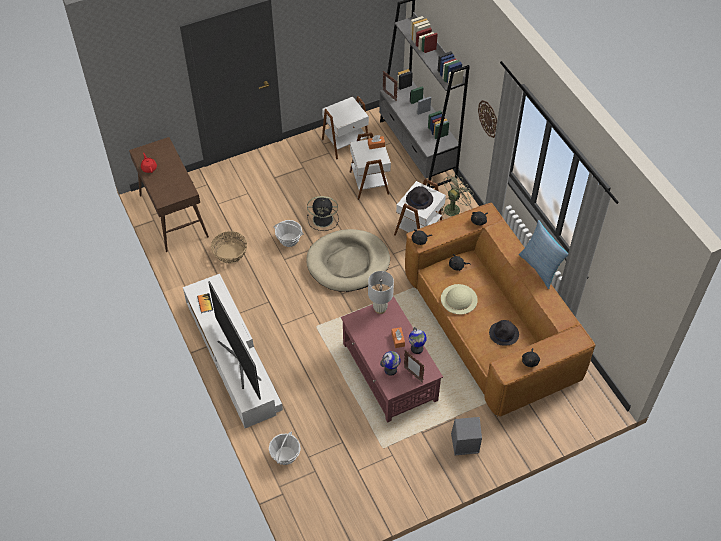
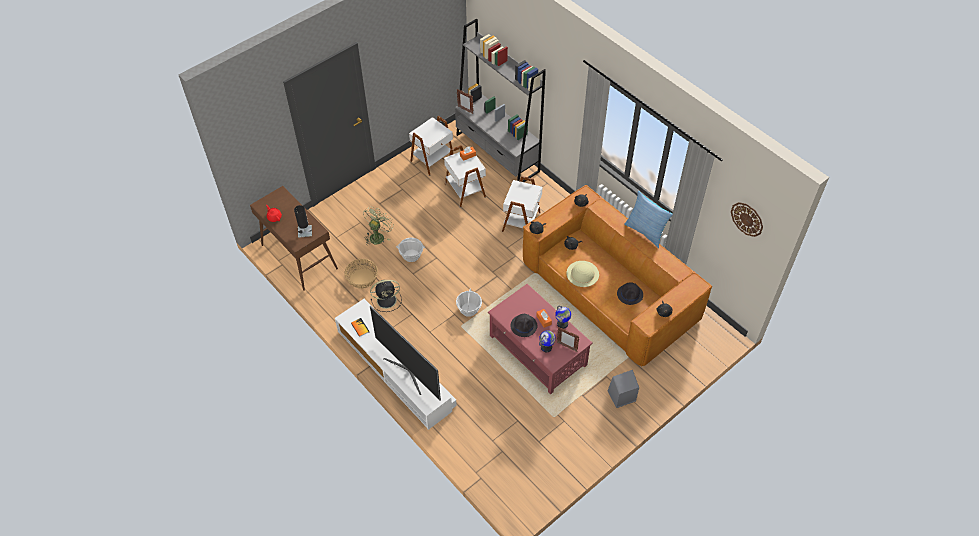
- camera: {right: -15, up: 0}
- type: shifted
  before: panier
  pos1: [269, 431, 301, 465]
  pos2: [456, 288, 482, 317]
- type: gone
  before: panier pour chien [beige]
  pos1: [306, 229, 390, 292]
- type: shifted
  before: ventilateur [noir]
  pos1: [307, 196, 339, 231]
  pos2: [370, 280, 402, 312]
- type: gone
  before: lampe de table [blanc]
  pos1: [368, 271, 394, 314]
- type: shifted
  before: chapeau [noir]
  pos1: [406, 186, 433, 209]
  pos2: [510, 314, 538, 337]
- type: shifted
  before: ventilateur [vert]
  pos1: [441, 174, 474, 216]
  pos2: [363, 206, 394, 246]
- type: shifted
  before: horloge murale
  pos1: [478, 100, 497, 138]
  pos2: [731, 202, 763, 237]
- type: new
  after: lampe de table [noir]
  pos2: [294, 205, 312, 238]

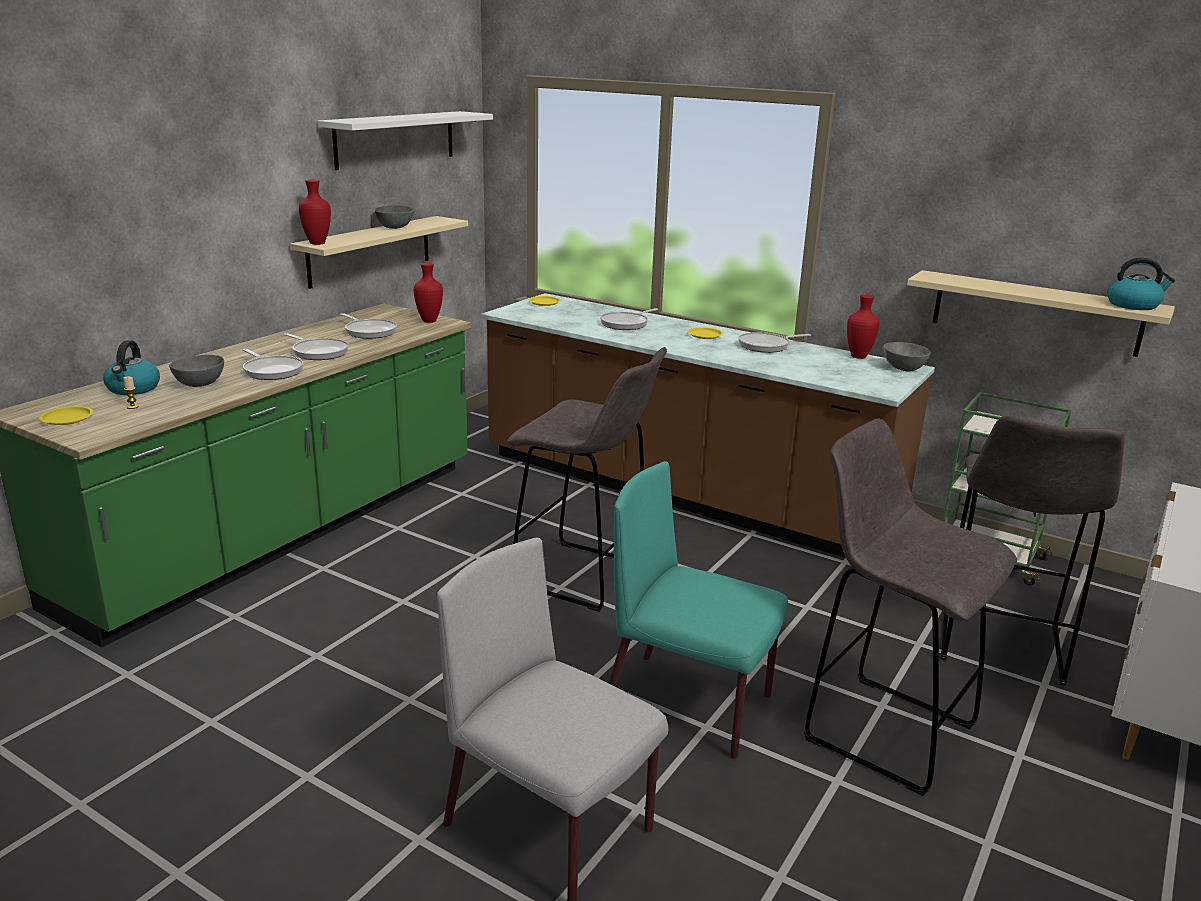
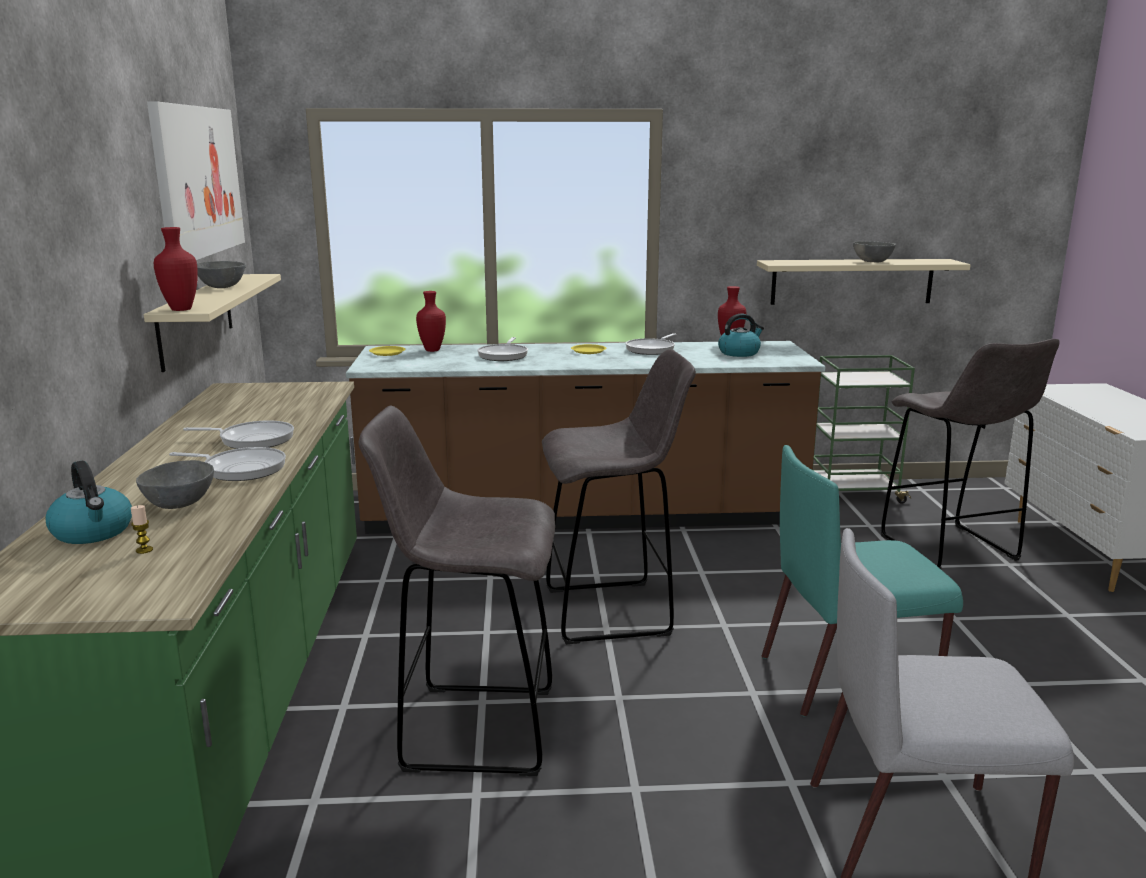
- camera: {right: -35, up: -5}
- type: gone
  before: assiette [jaune]
  pos1: [39, 406, 93, 425]
- type: swapped
  before: étagère [blanc]
  after: tableau
  pos1: [317, 111, 493, 170]
  pos2: [147, 101, 245, 260]
- type: gone
  before: poêle
  pos1: [340, 313, 397, 339]
- type: shifted
  before: vase [rouge]
  pos1: [414, 263, 443, 323]
  pos2: [416, 291, 446, 352]
- type: shifted
  before: tabouret [gris]
  pos1: [804, 418, 1017, 796]
  pos2: [359, 406, 555, 776]
- type: shifted
  before: bol [gris]
  pos1: [883, 342, 931, 371]
  pos2: [853, 241, 896, 262]
- type: shifted
  before: bouilloire
  pos1: [1108, 258, 1175, 310]
  pos2: [718, 314, 764, 357]

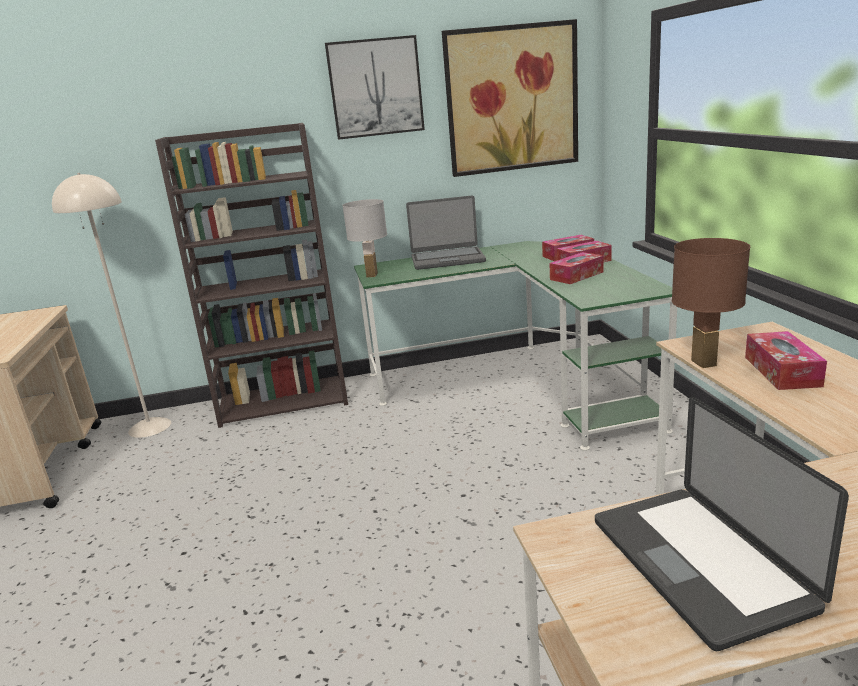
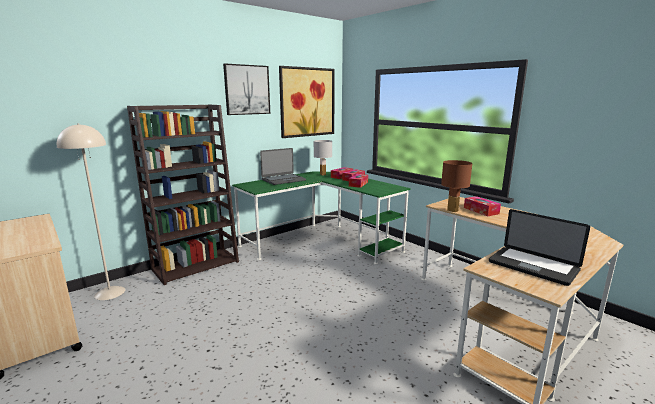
- camera: {right: -30, up: -5}
- type: shifted
  before: lampe de table [blanc]
  pos1: [342, 199, 387, 277]
  pos2: [314, 140, 332, 175]

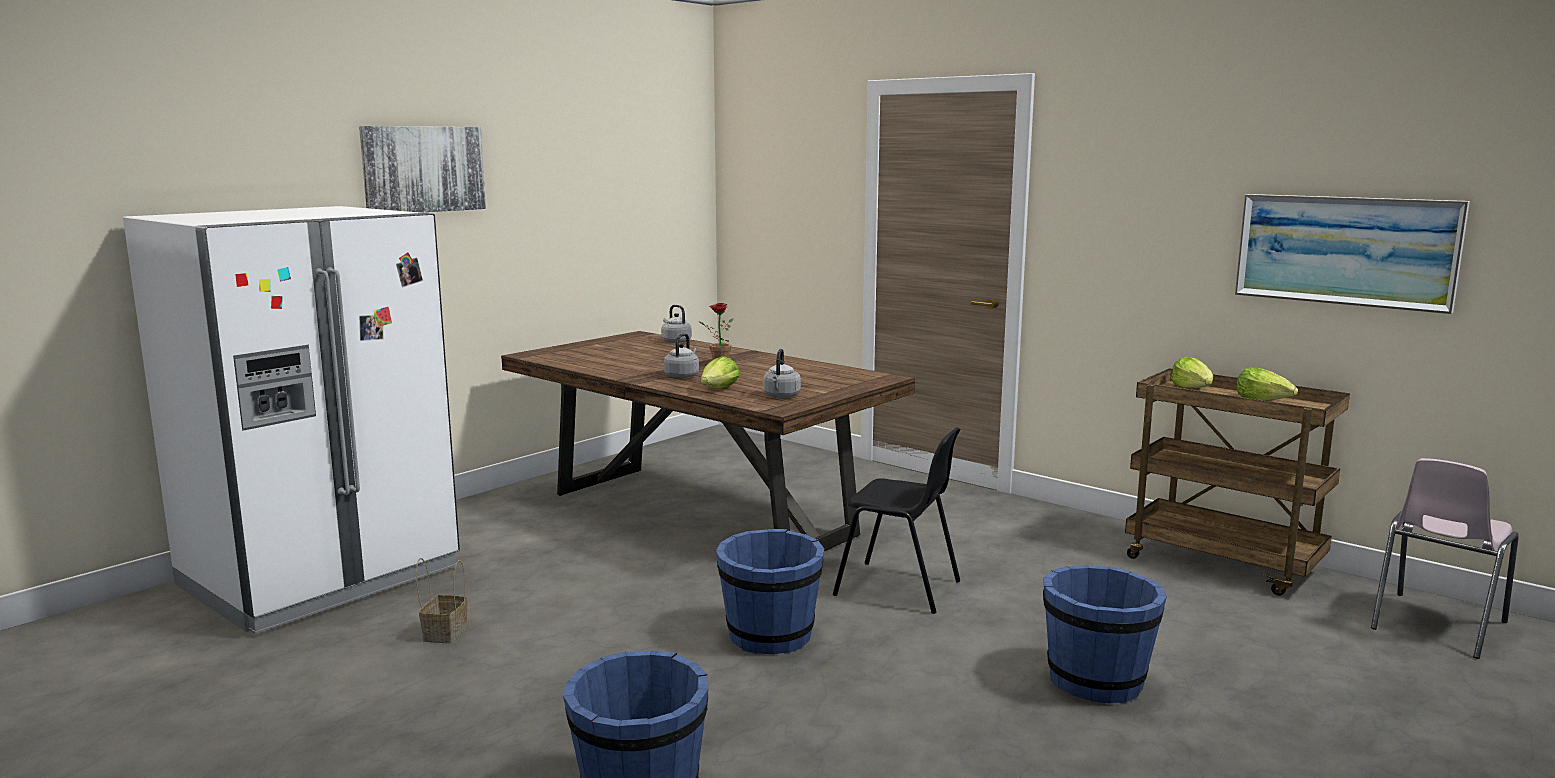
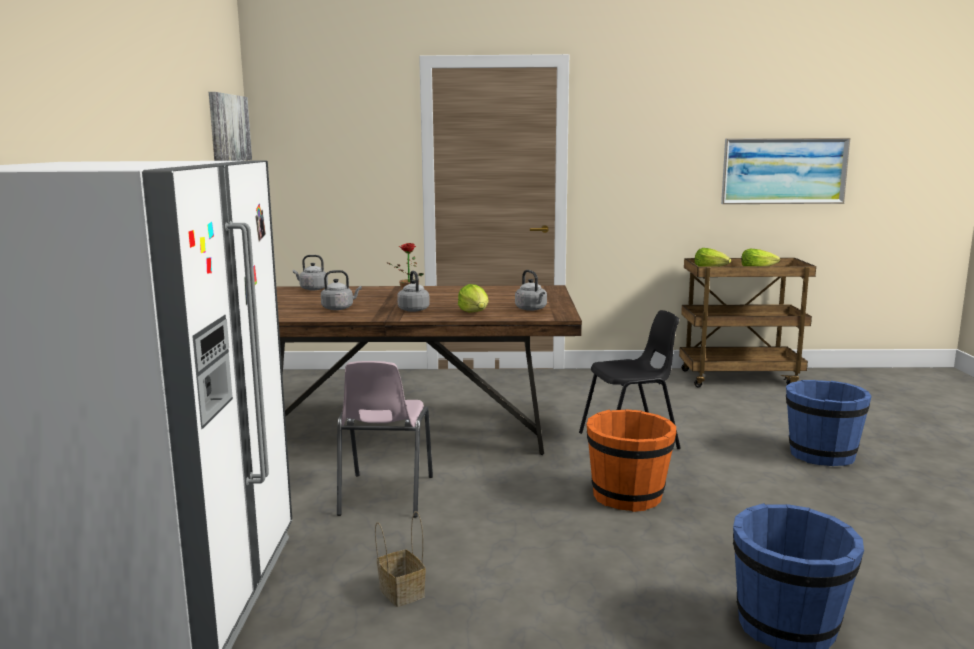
- camera: {right: -40, up: 0}
- type: shifted
  before: tableau
  pos1: [359, 126, 486, 213]
  pos2: [209, 92, 252, 161]
- type: repainted
  before: seau [bleu]
  after: seau [orange]
  pos1: [716, 529, 825, 654]
  pos2: [587, 409, 676, 512]
- type: shifted
  before: chaise [rose]
  pos1: [1371, 458, 1519, 659]
  pos2: [337, 361, 433, 518]
- type: new
  after: bouilloire [gris]
  pos2: [321, 270, 362, 310]

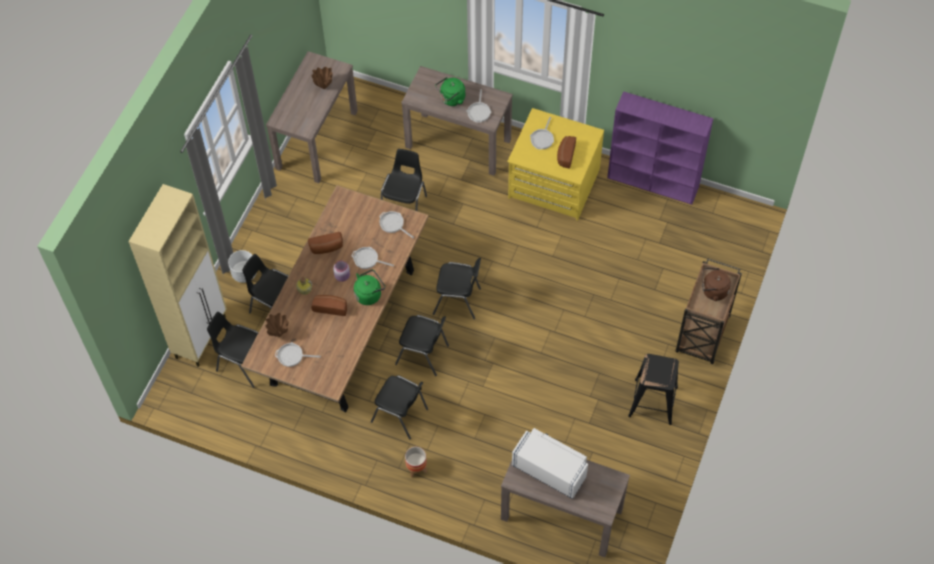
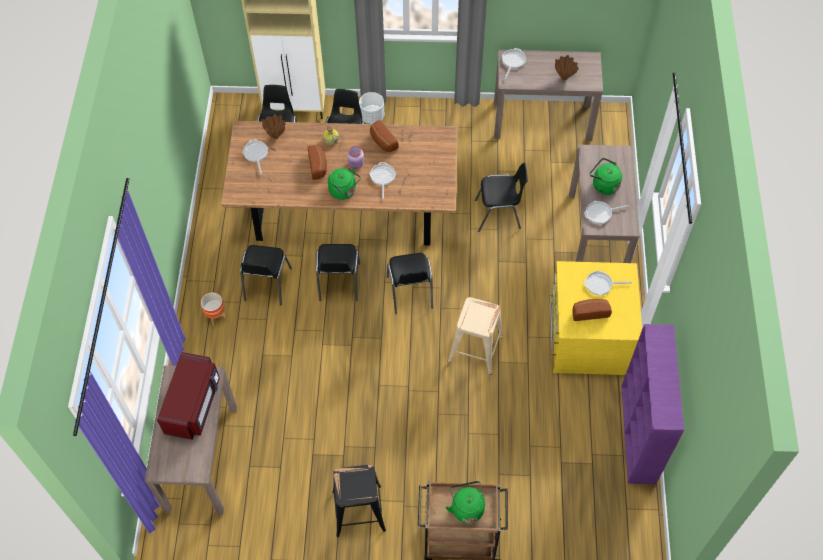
- camera: {right: 70, up: 0}
- type: shifted
  before: poêle
  pos1: [379, 211, 414, 238]
  pos2: [502, 48, 526, 80]
- type: repainted
  before: micro-ondes [blanc]
  after: micro-ondes [rouge]
  pos1: [512, 428, 588, 499]
  pos2: [157, 352, 220, 440]
- type: repainted
  before: bouilloire [marron]
  after: bouilloire [vert]
  pos1: [702, 268, 731, 301]
  pos2: [446, 481, 485, 523]
- type: new
  after: tabouret [beige]
  pos2: [448, 297, 503, 375]

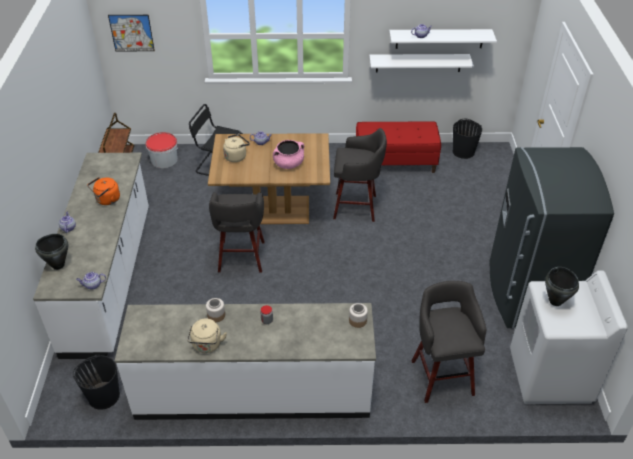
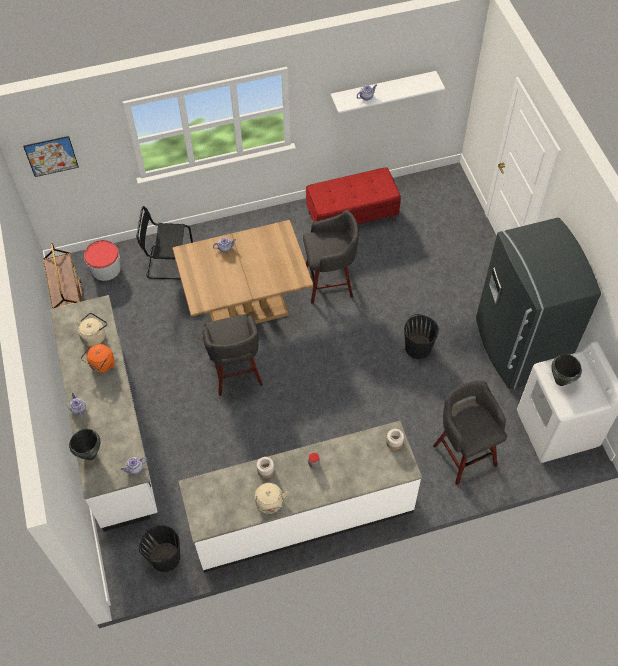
- camera: {right: -15, up: 15}
- type: shifted
  before: bouilloire [beige]
  pos1: [223, 134, 250, 162]
  pos2: [76, 313, 107, 346]
- type: gone
  before: marmite [rose]
  pos1: [273, 140, 304, 169]
- type: gone
  before: étagère [blanc]
  pos1: [369, 54, 474, 73]
- type: shifted
  before: seau [noir]
  pos1: [452, 119, 482, 159]
  pos2: [404, 314, 439, 359]

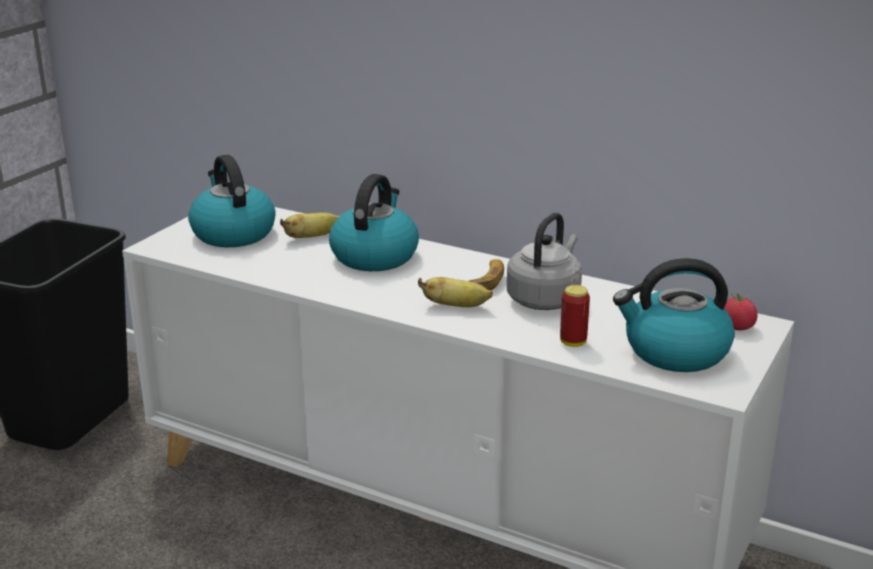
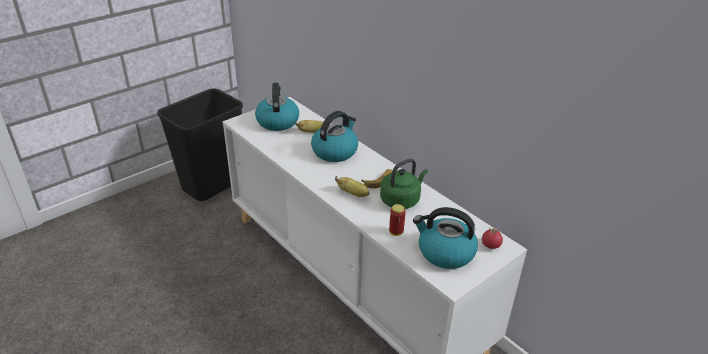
- camera: {right: 20, up: 10}
- type: repainted
  before: bouilloire [gris]
  after: bouilloire [vert]
  pos1: [507, 213, 582, 310]
  pos2: [380, 159, 428, 209]

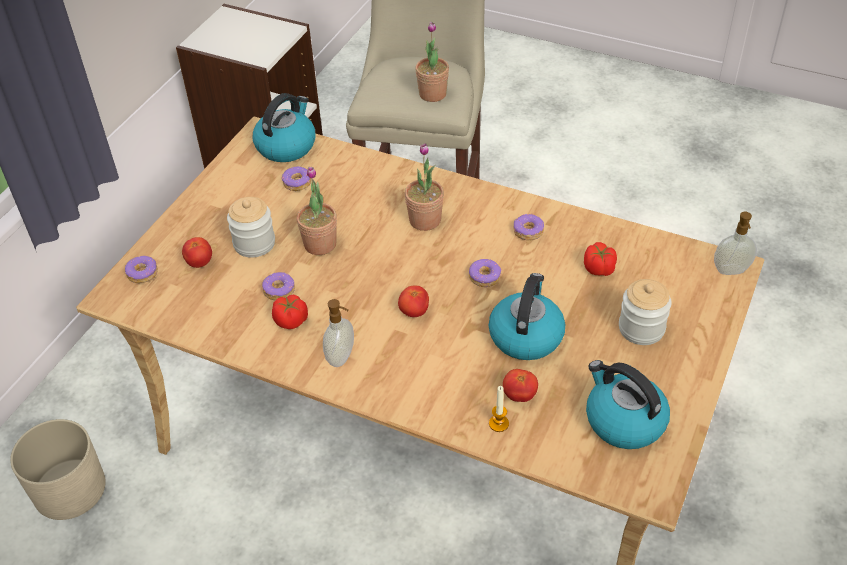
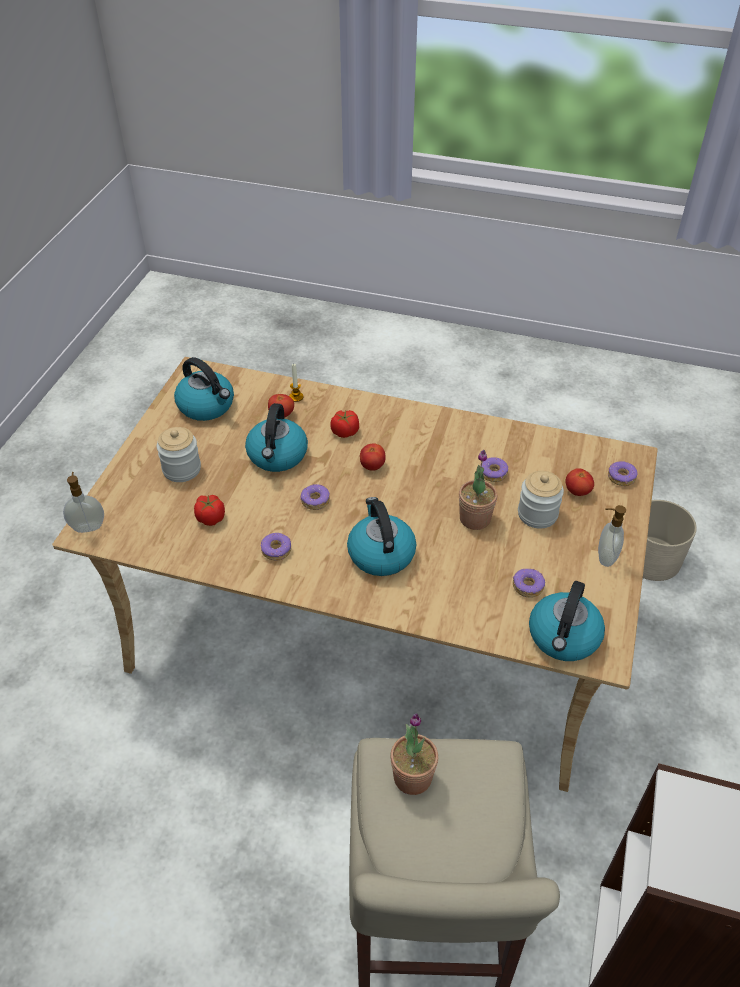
- camera: {right: 170, up: 0}
- type: shifted
  before: tomate
  pos1: [272, 295, 308, 329]
  pos2: [330, 410, 359, 438]
- type: shifted
  before: distributeur de savon
  pos1: [323, 299, 354, 367]
  pos2: [598, 505, 626, 567]
- type: swapped
  before: plante en pot
  after: bouilloire
  pos1: [405, 143, 444, 231]
  pos2: [347, 497, 416, 576]

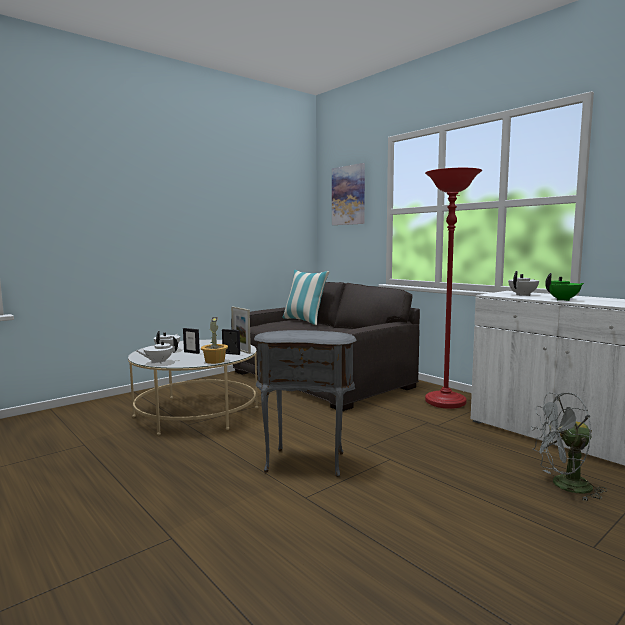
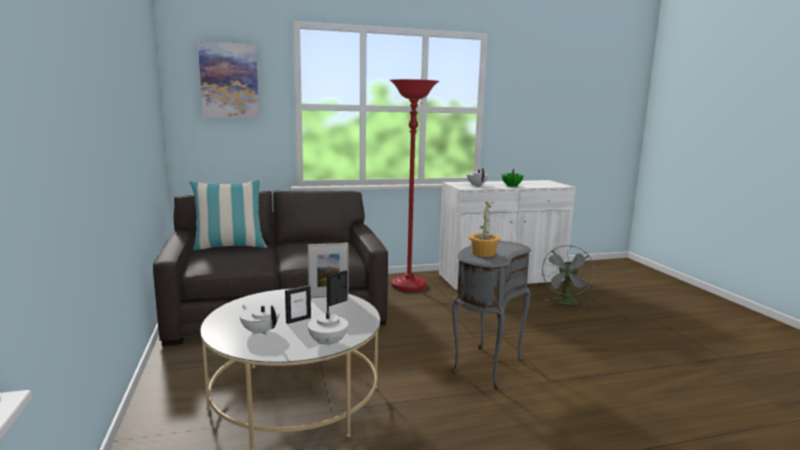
- camera: {right: -65, up: 5}
- type: shifted
  before: plante en pot
  pos1: [201, 317, 228, 364]
  pos2: [469, 202, 501, 257]

